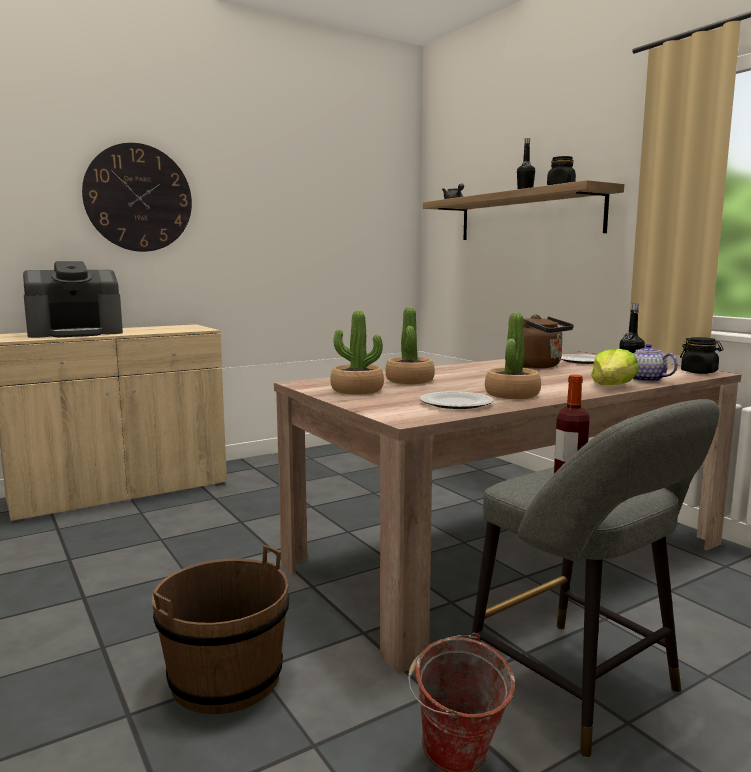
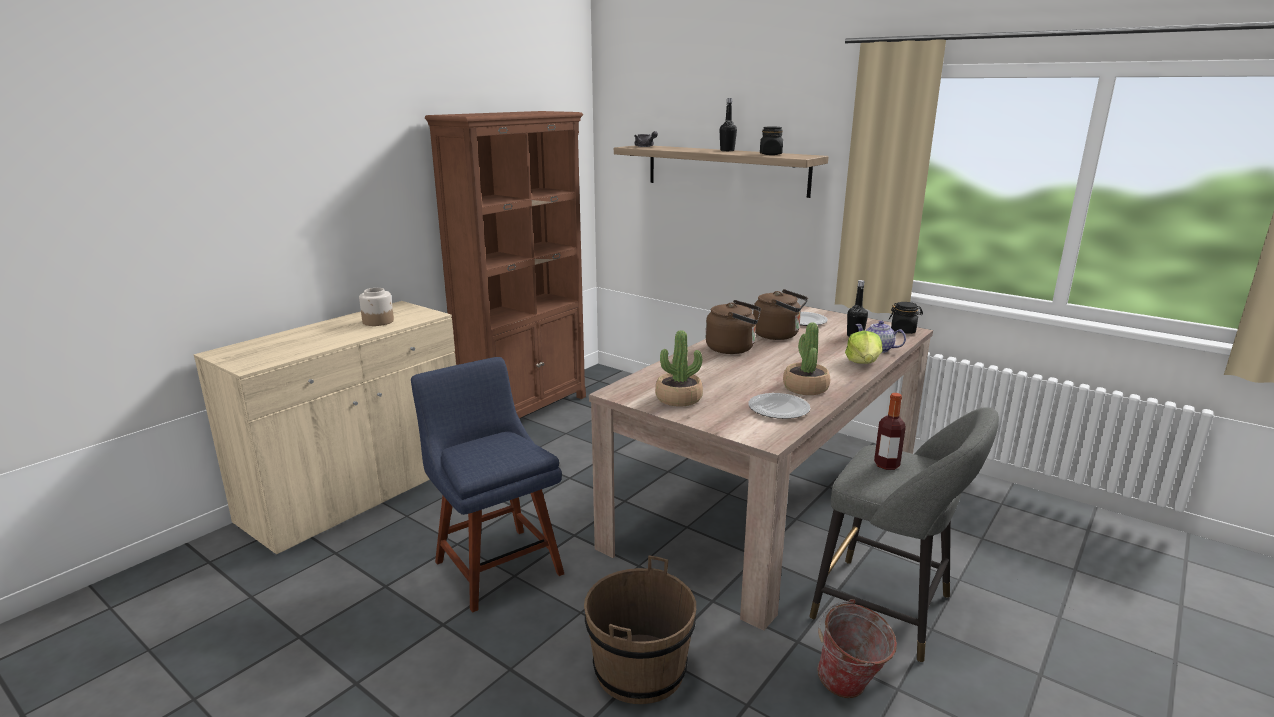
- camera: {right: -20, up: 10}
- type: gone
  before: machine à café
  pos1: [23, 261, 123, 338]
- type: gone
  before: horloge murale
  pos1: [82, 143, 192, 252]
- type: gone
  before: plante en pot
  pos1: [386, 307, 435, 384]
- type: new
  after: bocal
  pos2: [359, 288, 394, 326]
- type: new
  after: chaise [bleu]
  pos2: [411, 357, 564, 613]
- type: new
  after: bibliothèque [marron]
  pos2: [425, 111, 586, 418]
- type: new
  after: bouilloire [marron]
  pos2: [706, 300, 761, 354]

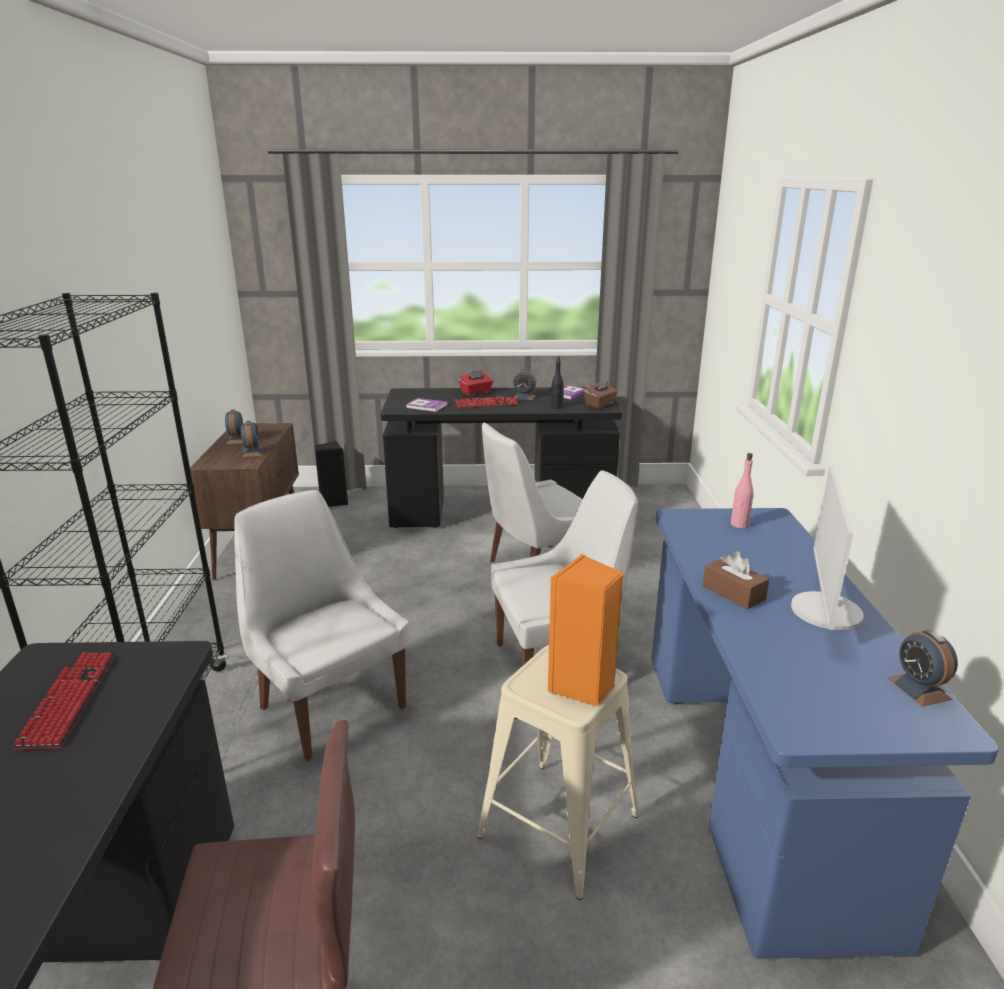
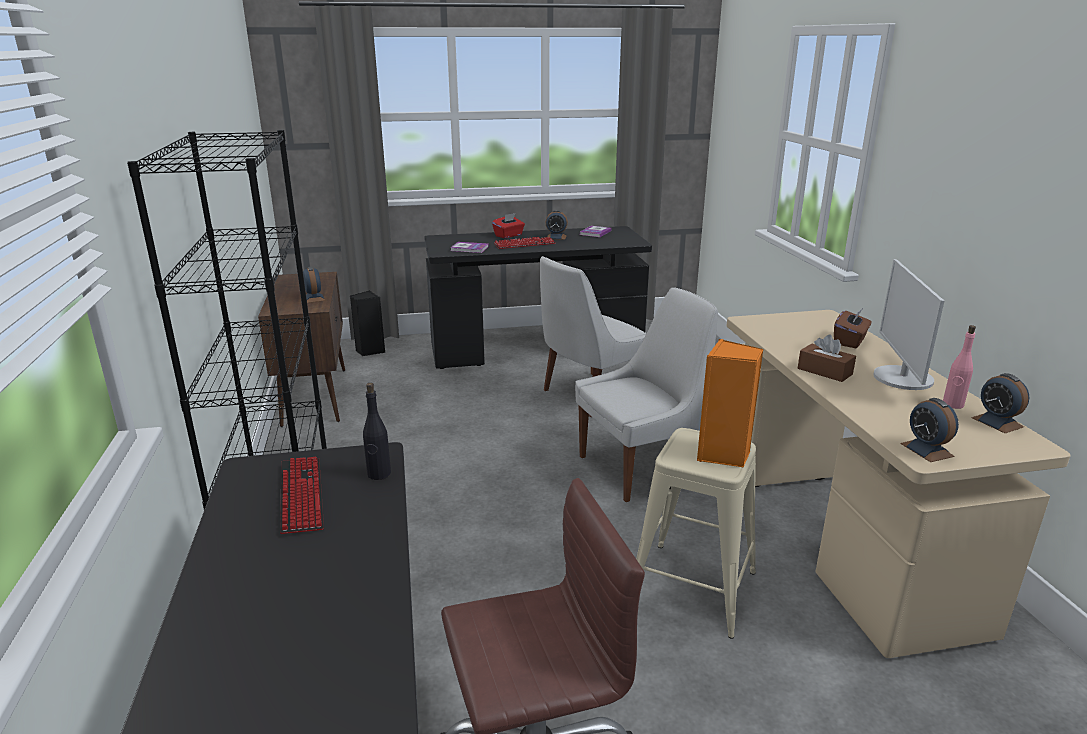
- camera: {right: -10, up: 0}
- type: shifted
  before: réveil
  pos1: [225, 409, 243, 445]
  pos2: [900, 398, 959, 462]
- type: gone
  before: chaise [blanc]
  pos1: [234, 490, 409, 761]
- type: shifted
  before: bouteille [noir]
  pos1: [551, 356, 564, 408]
  pos2: [363, 383, 391, 480]
- type: shifted
  before: boîte à mouchoirs [marron]
  pos1: [584, 380, 618, 408]
  pos2: [834, 307, 872, 348]
- type: repainted
  before: bureau [bleu]
  after: bureau [beige]
  pos1: [651, 508, 999, 959]
  pos2: [727, 310, 1071, 658]
- type: shifted
  before: bouteille [rose]
  pos1: [731, 453, 754, 528]
  pos2: [943, 325, 976, 409]

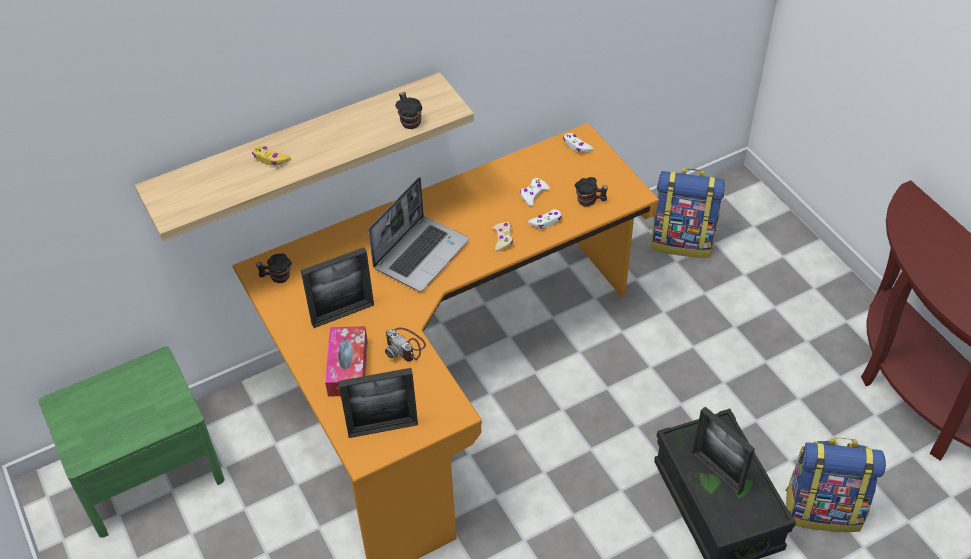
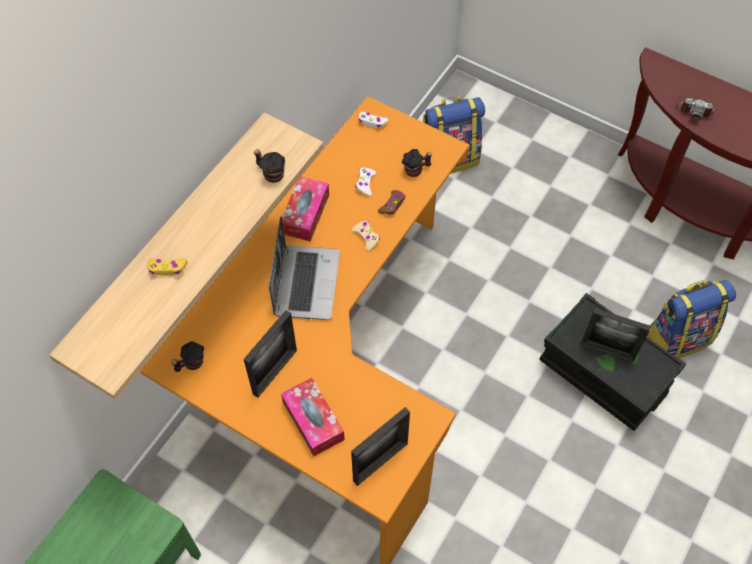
- camera: {right: -30, up: 10}
- type: shifted
  before: appareil photo
  pos1: [385, 328, 426, 361]
  pos2: [676, 96, 714, 120]
- type: repainted
  before: manette [blanc]
  after: manette [marron]
  pos1: [528, 209, 562, 229]
  pos2: [378, 190, 405, 215]
- type: new
  after: boîte à mouchoirs
  pos2: [282, 177, 329, 242]

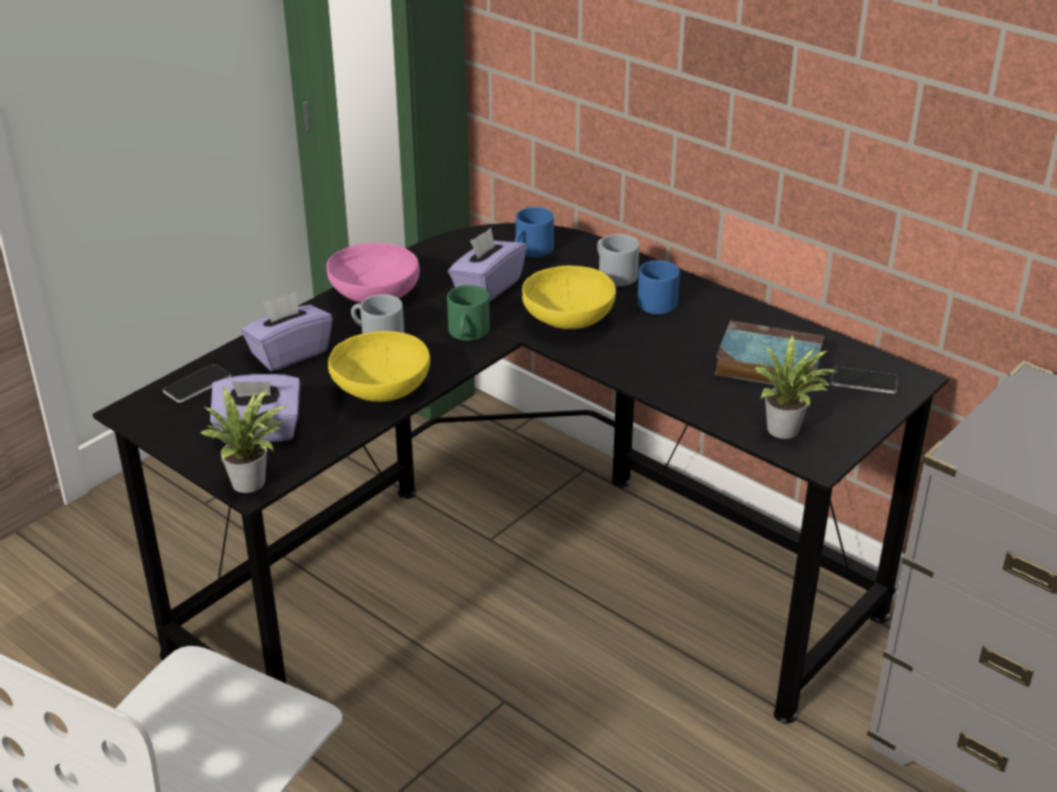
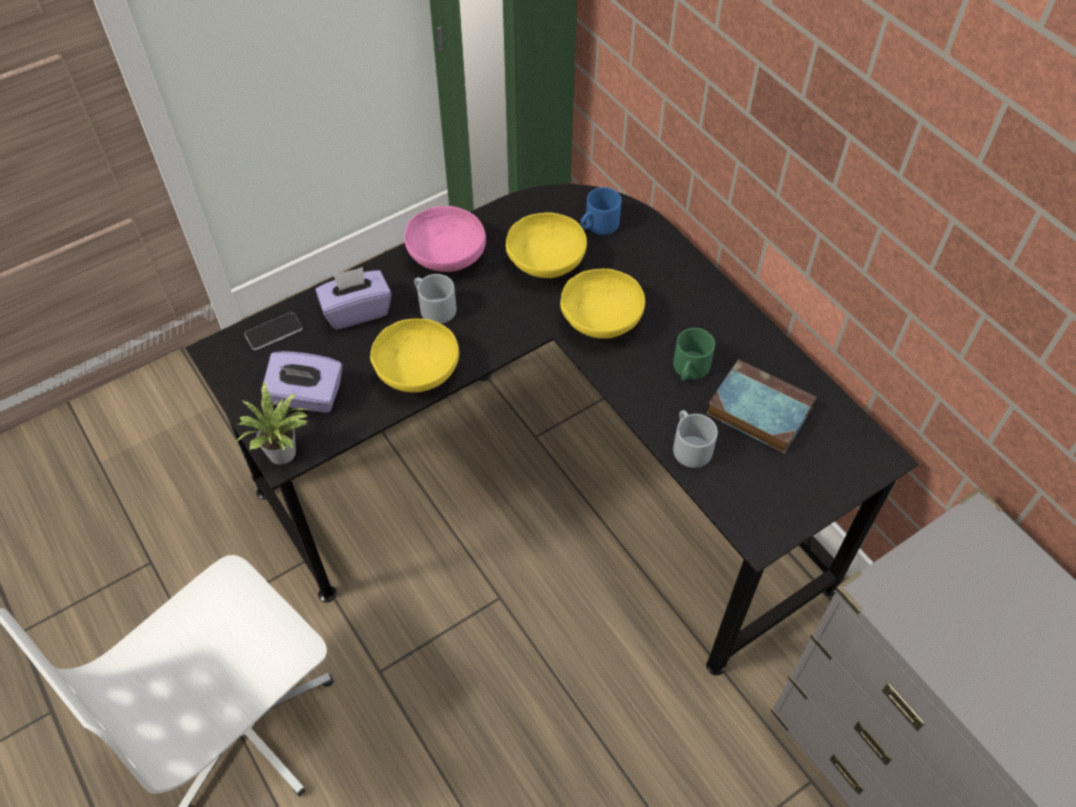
- camera: {right: 15, up: 20}
- type: shifted
  before: mug [vert]
  pos1: [447, 285, 490, 341]
  pos2: [673, 328, 715, 381]
- type: swapped
  before: boîte à mouchoirs [violet]
  after: bol [jaune]
  pos1: [448, 228, 527, 302]
  pos2: [506, 212, 587, 278]
- type: shifted
  before: mug [gris]
  pos1: [597, 234, 639, 286]
  pos2: [673, 410, 718, 468]
- type: gone
  before: mug [bleu]
  pos1: [637, 260, 680, 314]
- type: gone
  before: plante en pot
  pos1: [755, 334, 840, 439]
- type: gone
  before: téléphone
  pos1: [831, 367, 898, 394]

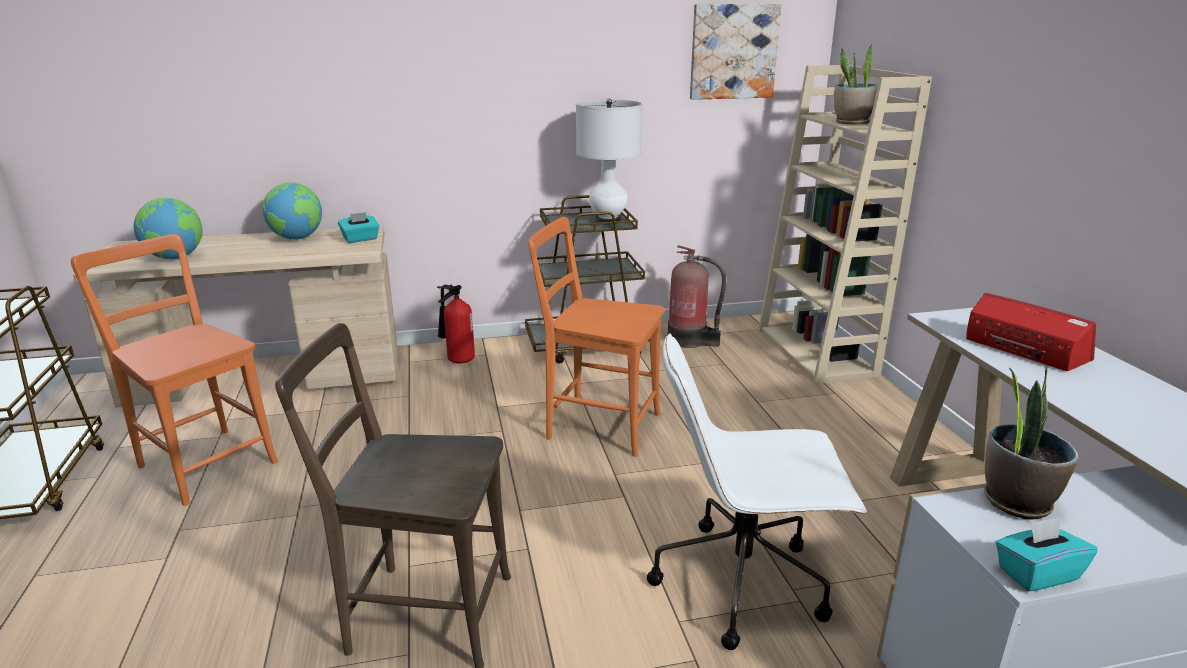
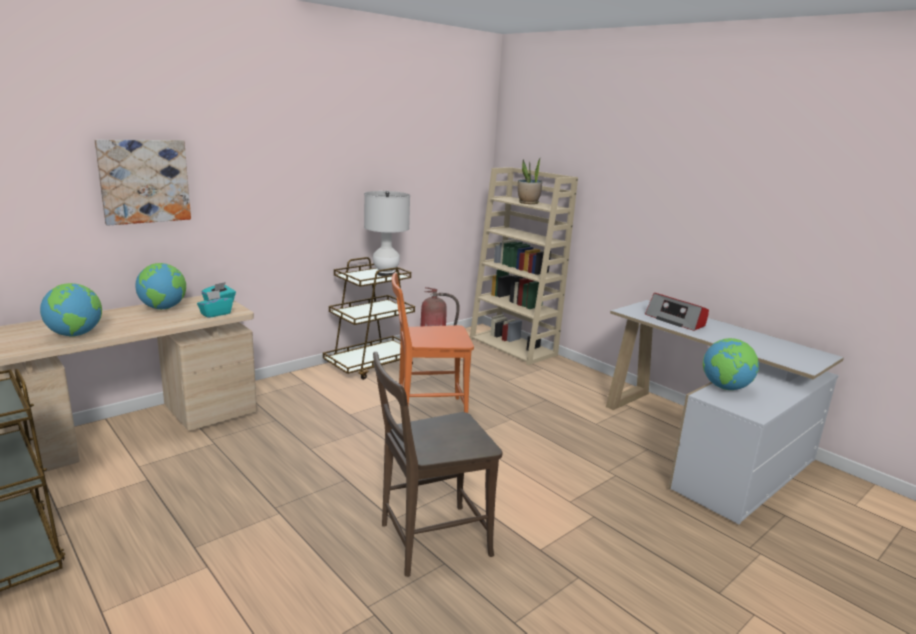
- camera: {right: -30, up: -5}
- type: gone
  before: chaise [orange]
  pos1: [71, 234, 278, 506]
- type: gone
  before: extincteur
  pos1: [437, 285, 475, 364]
- type: gone
  before: chaise de bureau [blanc]
  pos1: [647, 334, 867, 650]
- type: shifted
  before: tableau
  pos1: [690, 4, 781, 100]
  pos2: [95, 140, 191, 226]
- type: rotated
  before: radio
  pos1: [966, 293, 1096, 371]
  pos2: [645, 293, 709, 331]
  turn: -150
- type: swapped
  before: plante en pot
  after: globe
  pos1: [984, 367, 1079, 520]
  pos2: [703, 338, 759, 390]
- type: shifted
  before: boîte à mouchoirs [turquoise]
  pos1: [996, 517, 1097, 592]
  pos2: [197, 290, 233, 318]

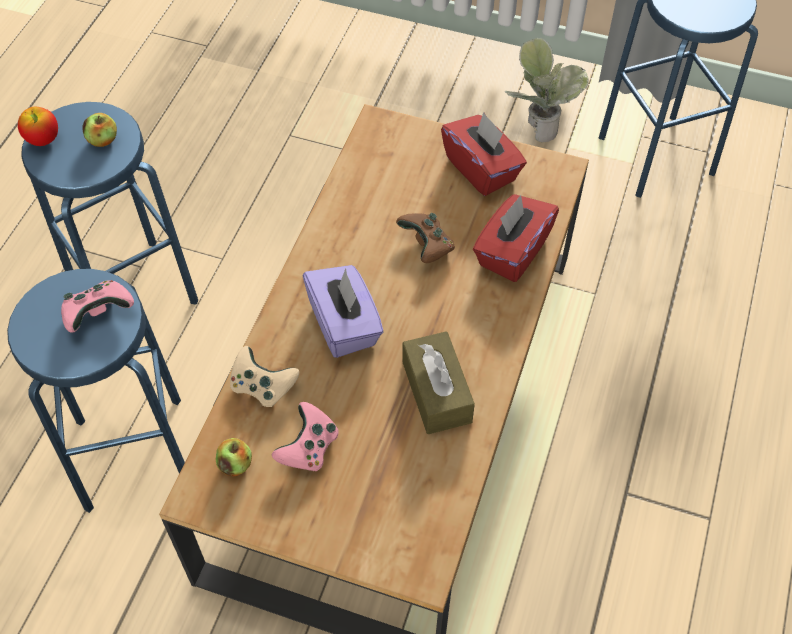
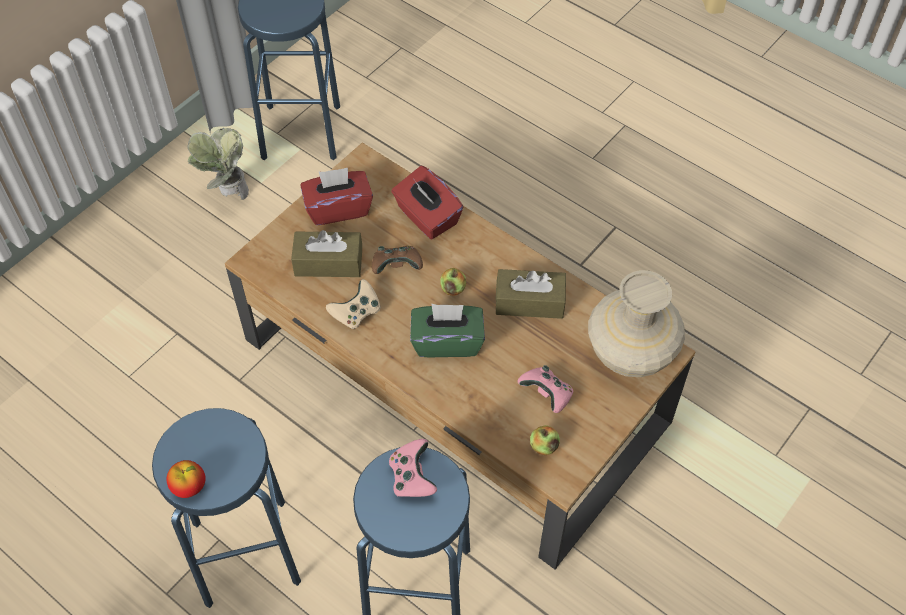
- camera: {right: -70, up: 0}
- type: shifted
  before: pomme
  pos1: [83, 113, 117, 147]
  pos2: [440, 268, 466, 296]
- type: shifted
  before: manette [beige]
  pos1: [230, 346, 299, 407]
  pos2: [326, 279, 381, 329]
- type: repainted
  before: boîte à mouchoirs [violet]
  after: boîte à mouchoirs [vert]
  pos1: [303, 265, 384, 358]
  pos2: [410, 304, 485, 358]
- type: new
  after: boîte à mouchoirs [marron]
  pos2: [291, 230, 362, 277]
- type: new
  after: vase [beige]
  pos2: [588, 270, 685, 377]

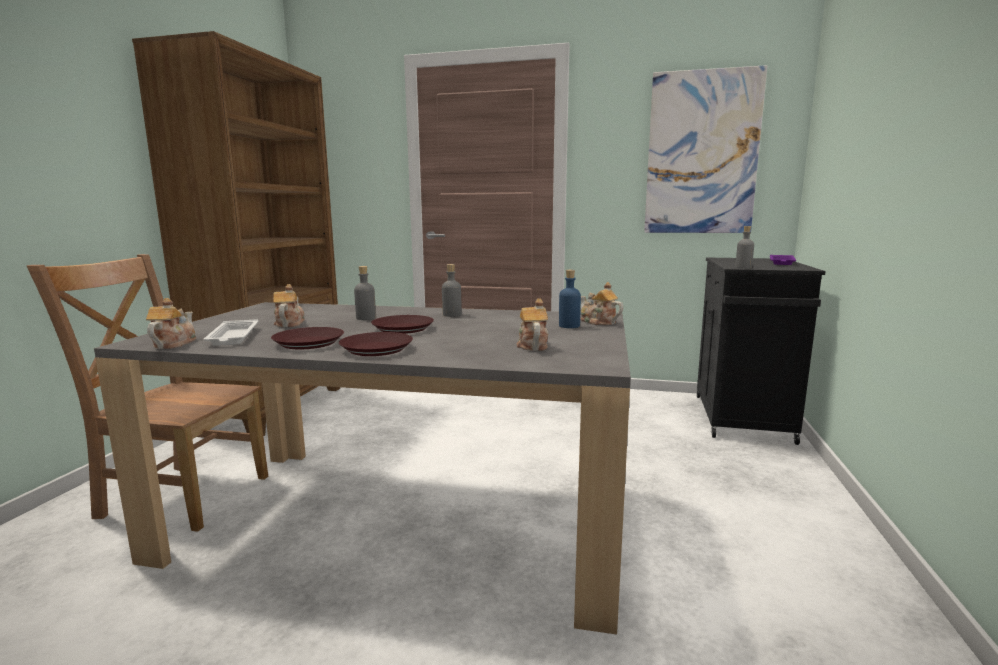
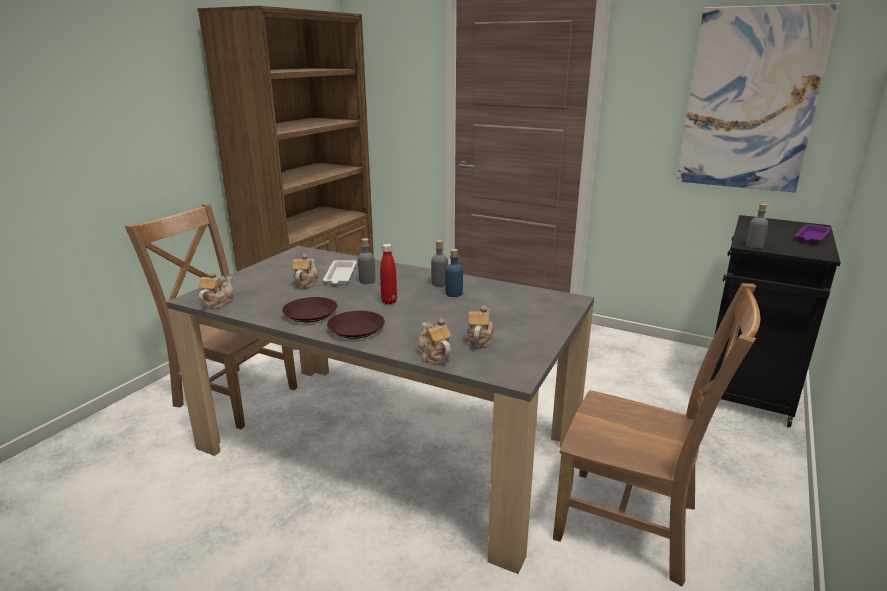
- camera: {right: 15, up: 10}
- type: shifted
  before: plateau [blanc]
  pos1: [204, 319, 258, 346]
  pos2: [323, 260, 357, 285]
- type: swapped
  before: assiette [marron]
  after: bouteille [rouge]
  pos1: [371, 315, 434, 334]
  pos2: [380, 244, 397, 304]
- type: shifted
  before: bouteille [bleu]
  pos1: [559, 270, 581, 328]
  pos2: [445, 249, 463, 297]
- type: shifted
  before: théière
  pos1: [580, 282, 623, 325]
  pos2: [418, 318, 452, 364]
- type: new
  after: chaise [marron]
  pos2: [553, 283, 760, 586]

